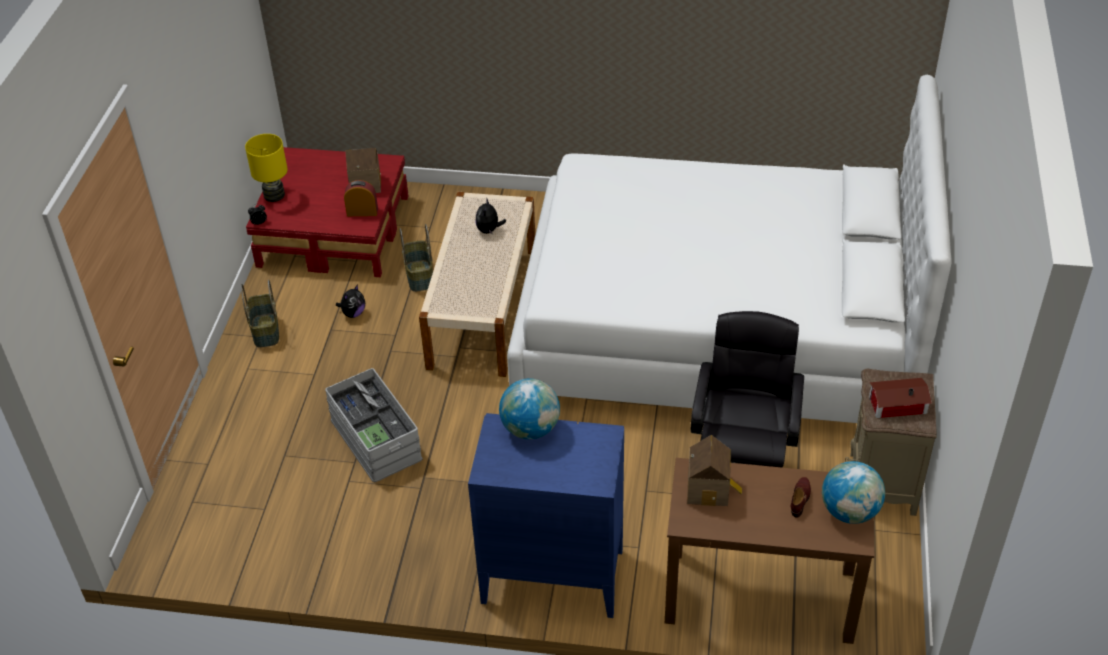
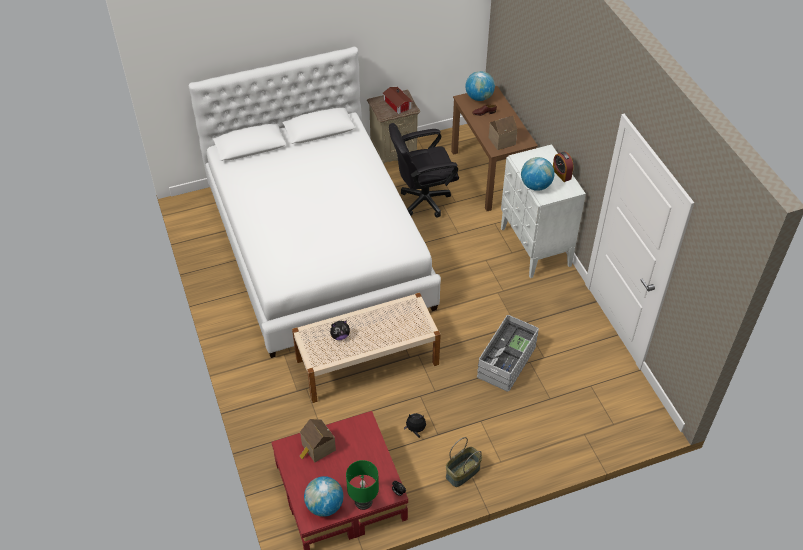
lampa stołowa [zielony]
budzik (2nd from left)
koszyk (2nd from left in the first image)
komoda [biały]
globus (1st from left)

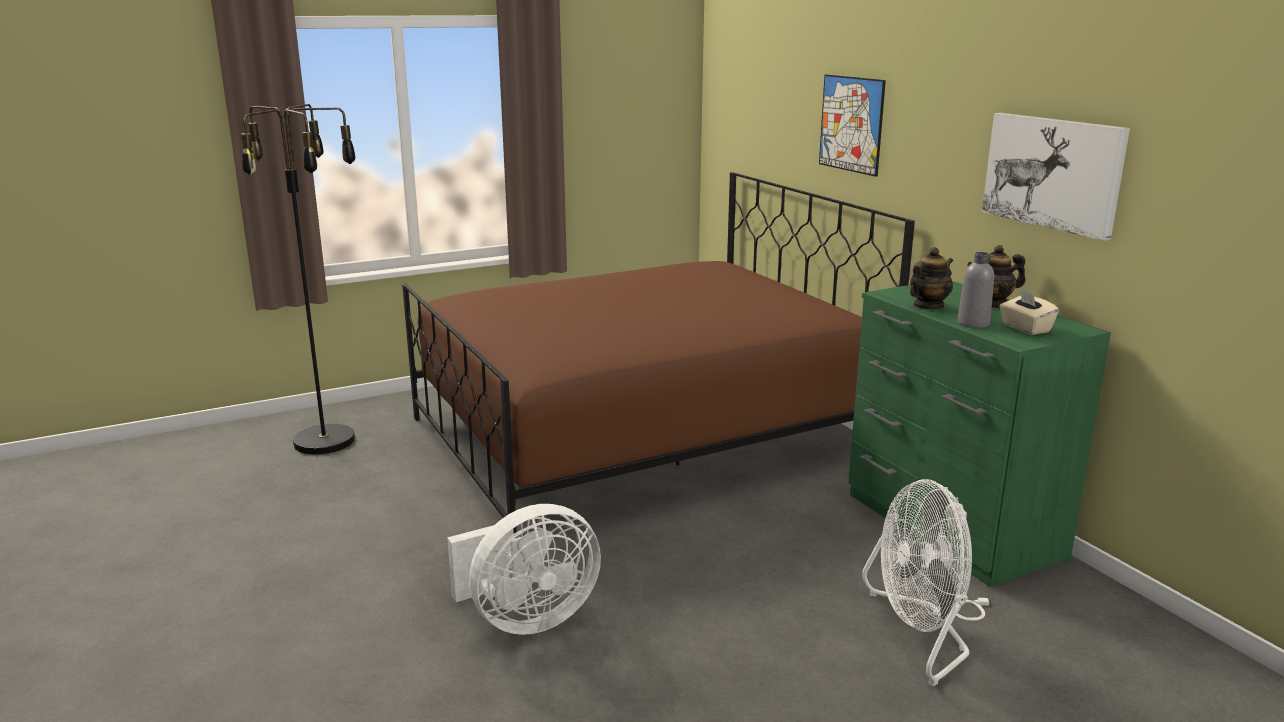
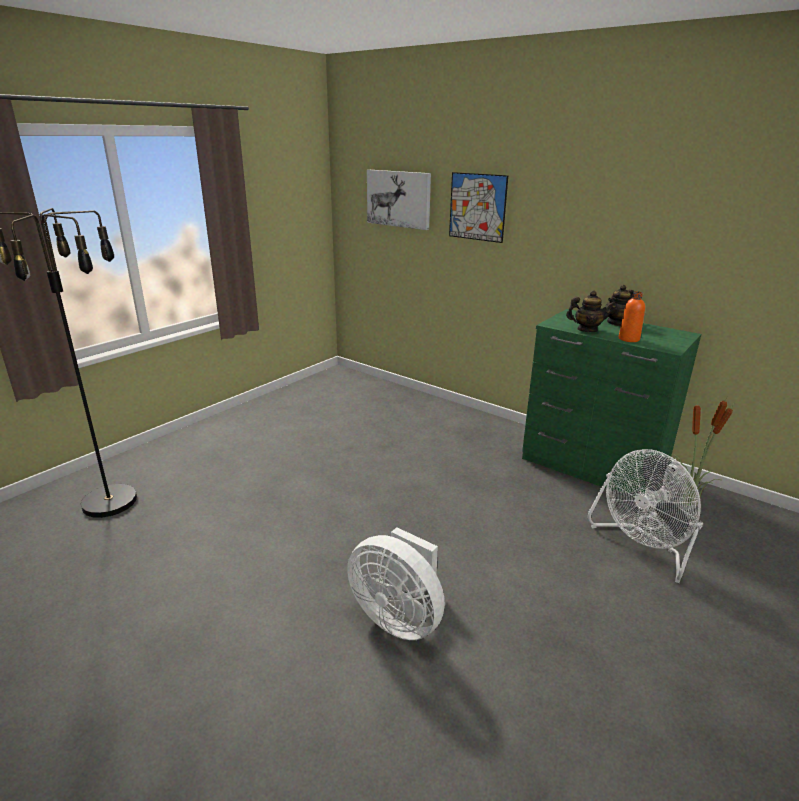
łóżko [brązowy]
wentylator [biały] (1st from left)
imbryk (1st from left)
butelka [pomarańczowy]
obraz (1st from left)
pudełko chusteczek [beżowy]
roślina doniczkowa

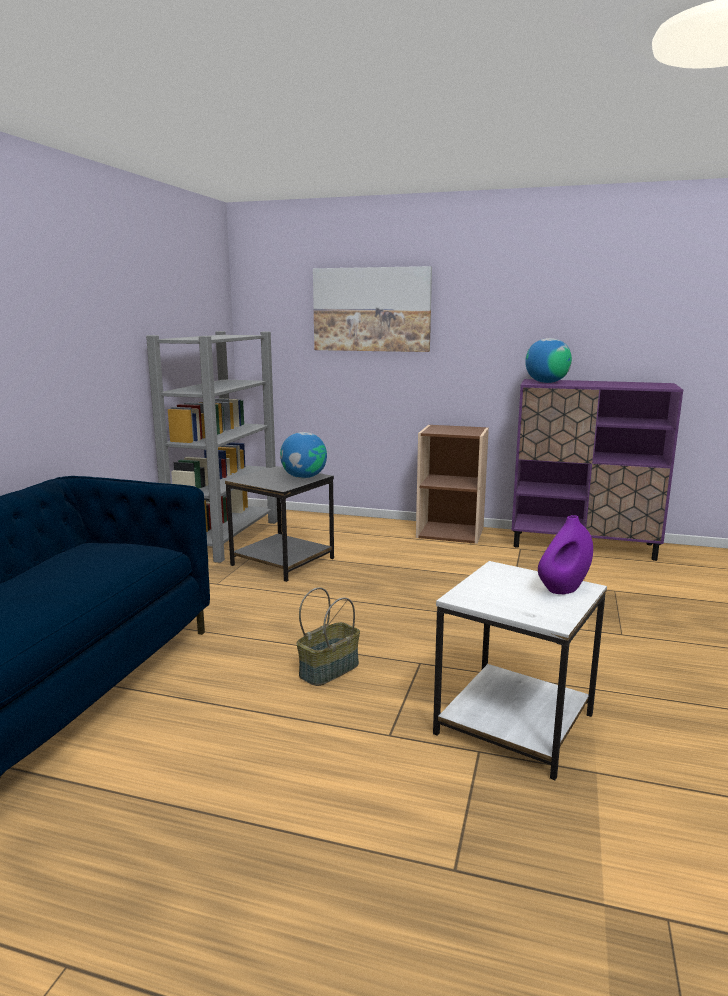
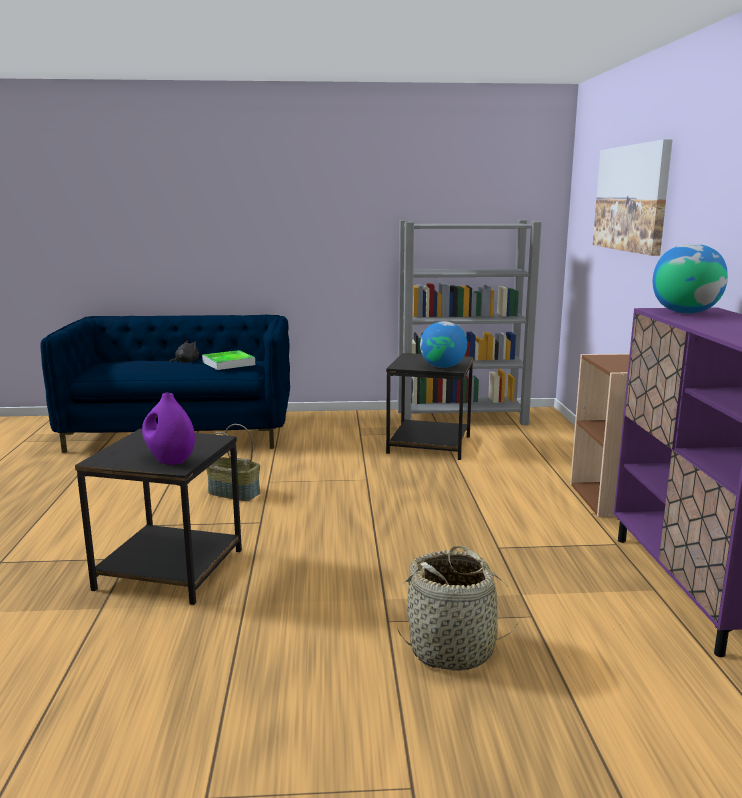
stolik [czarny] (1st from left)
pluszak [czarny]
taca
koszyk (2nd from left)

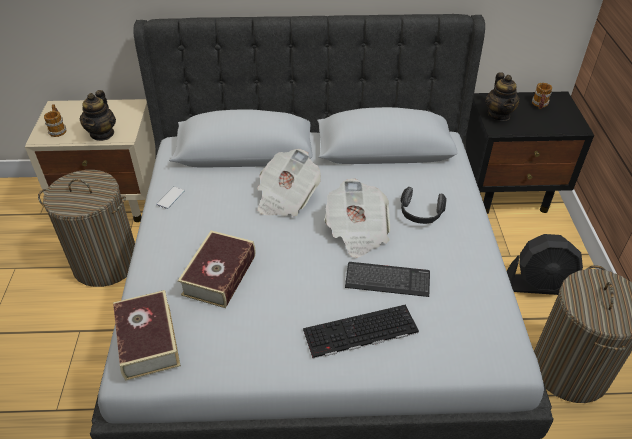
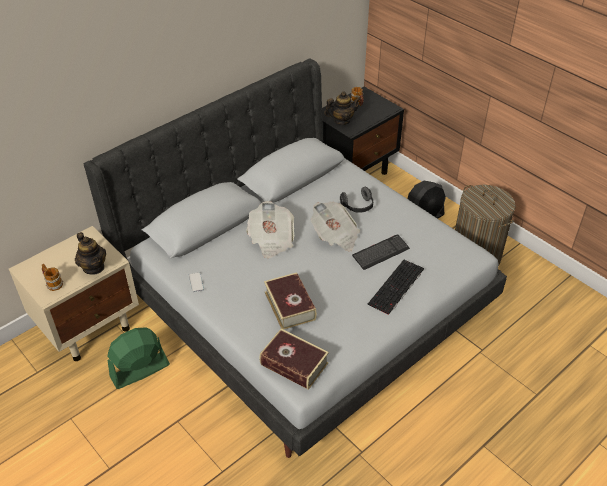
wentylator [zielony]
imbryk (2nd from left)

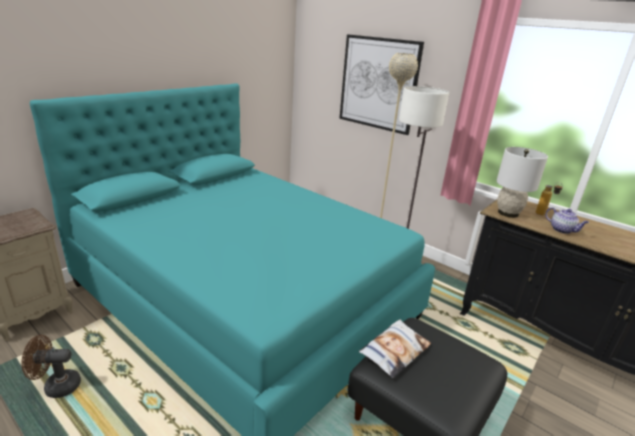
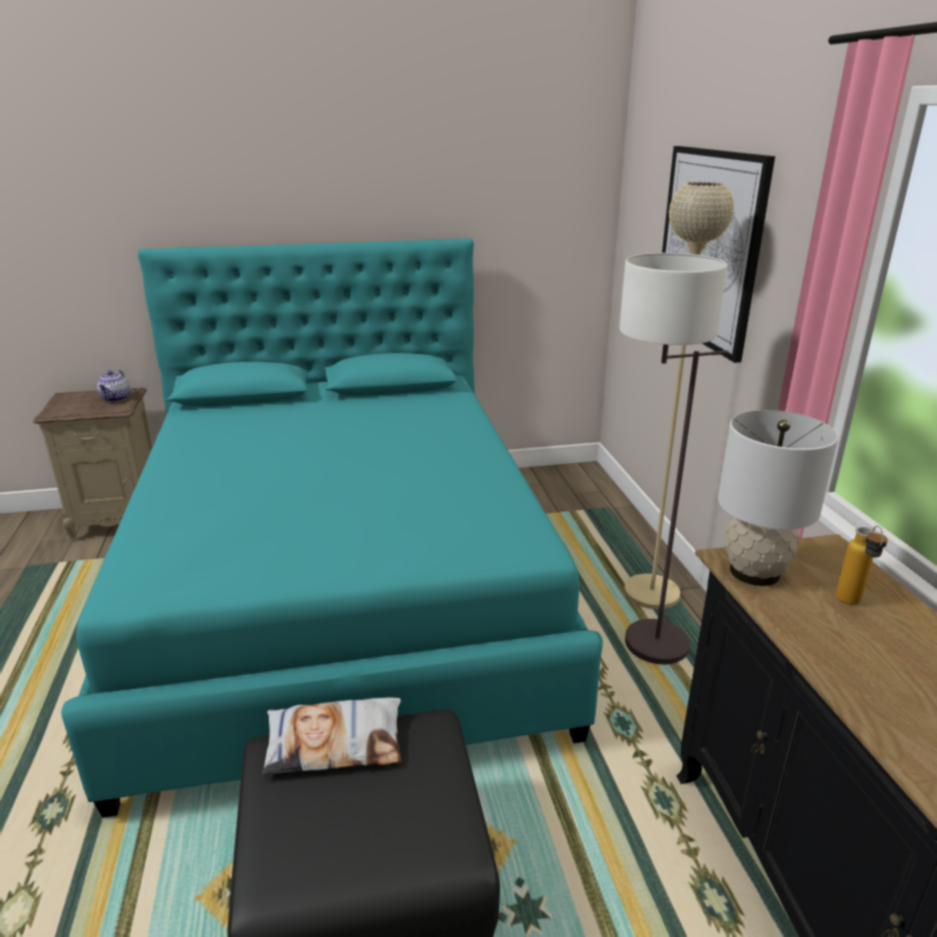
wentylator [brązowy]
imbryk

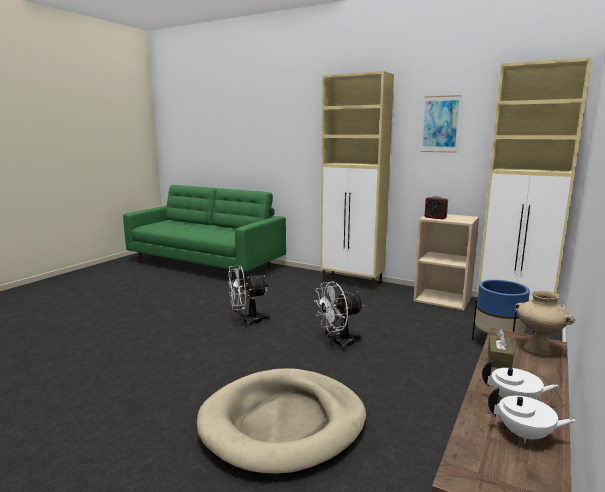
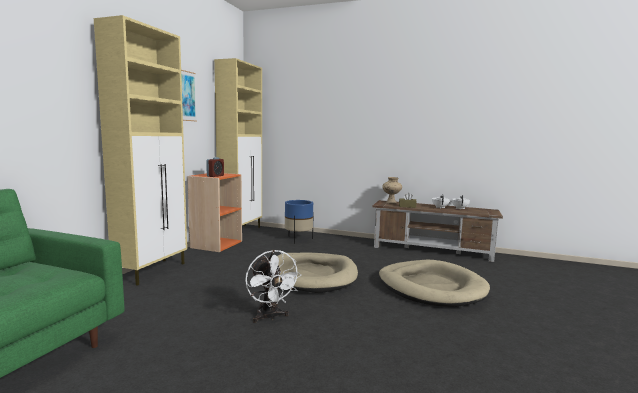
legowisko [beżowy] (1st from left)
regał [pomarańczowy]

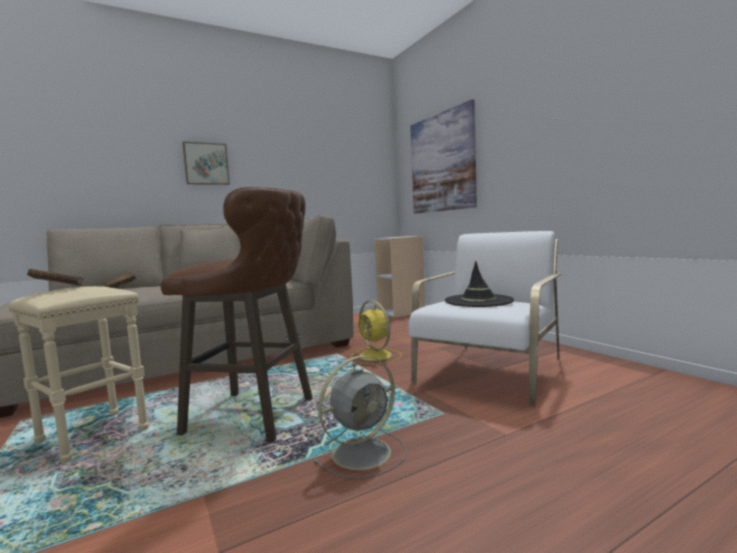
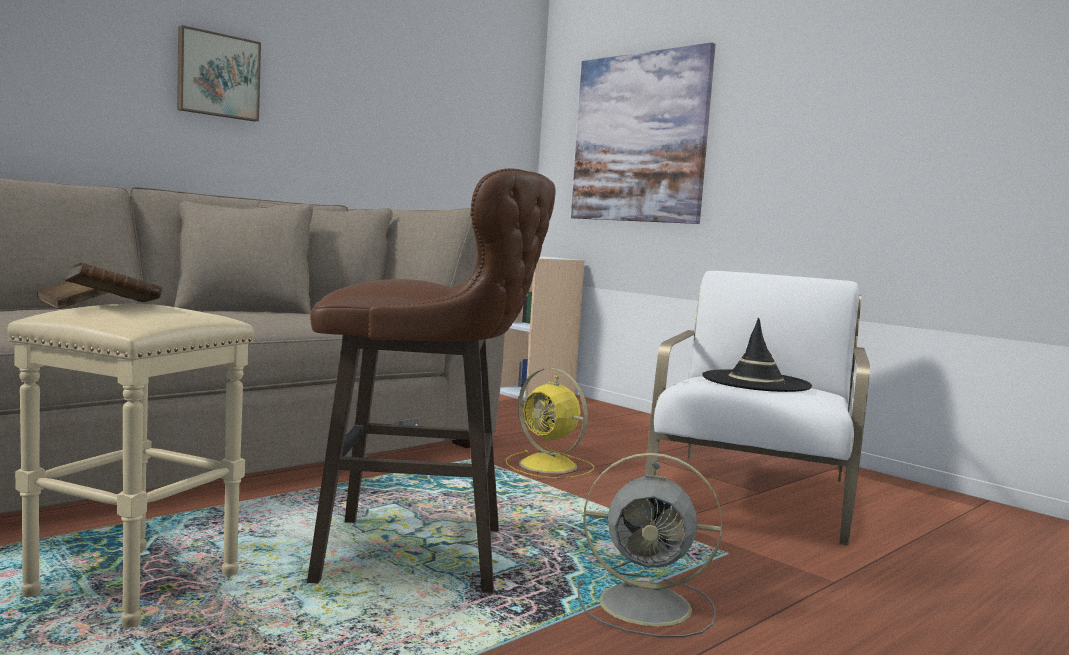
wentylator [szary]

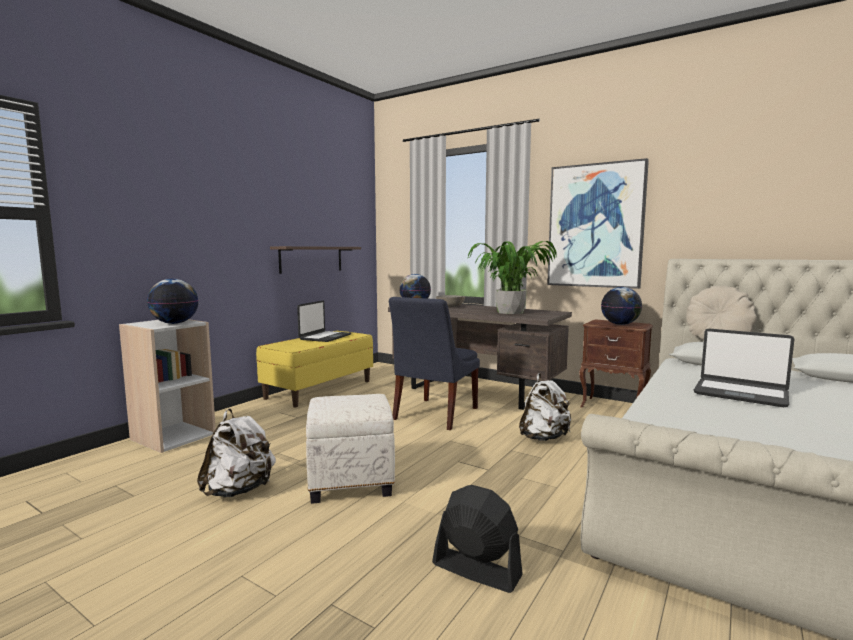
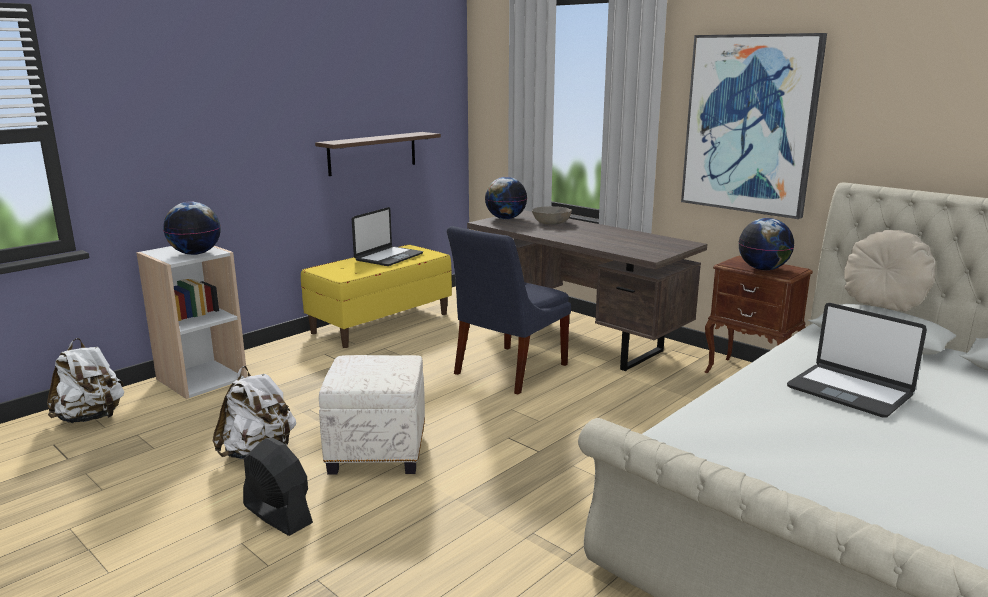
wentylator [czarny]
roślina doniczkowa
plecak [biały] (1st from left)

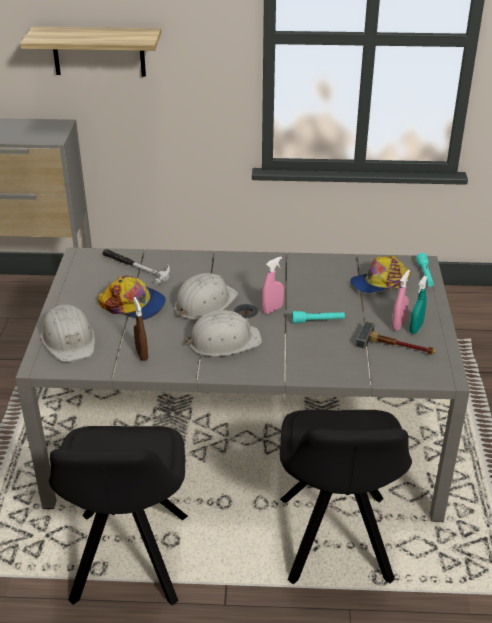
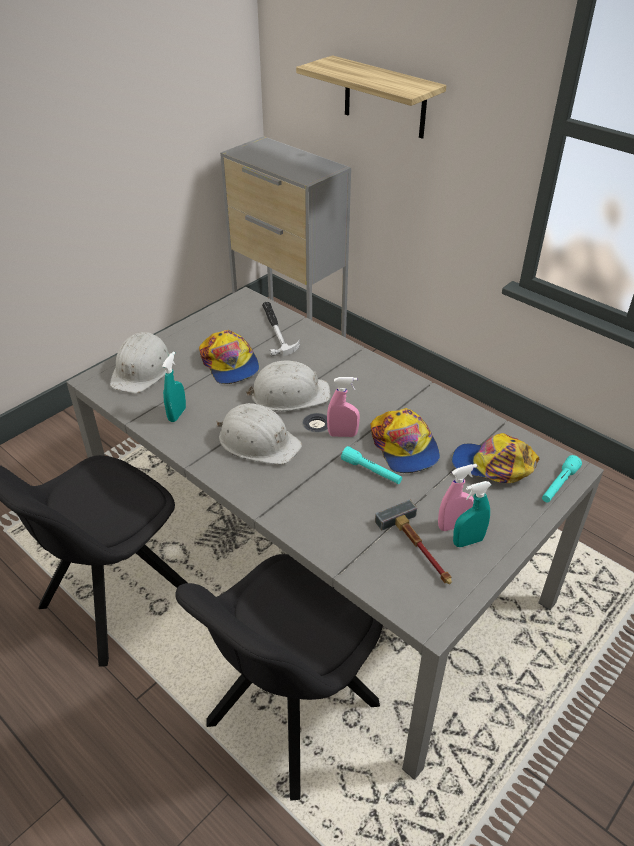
spryskiwacz [turkusowy] (1st from left)
czapka z daszkiem (2nd from left)

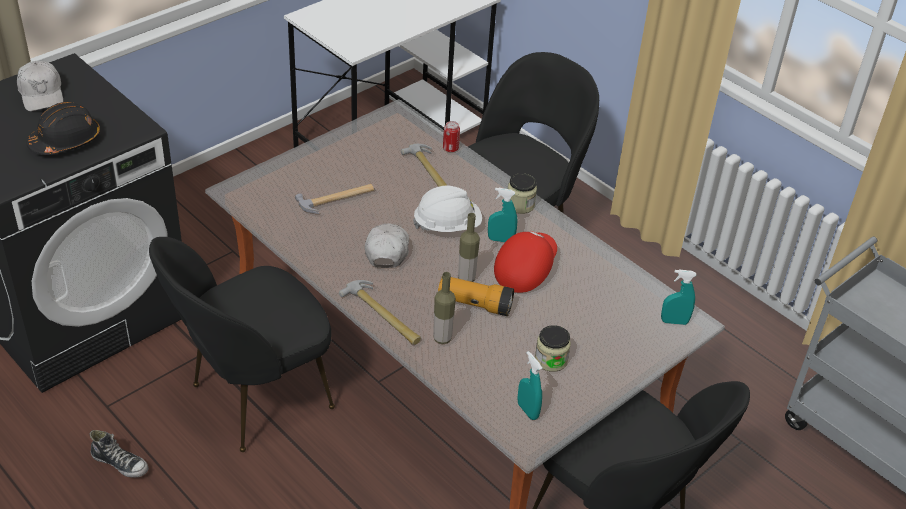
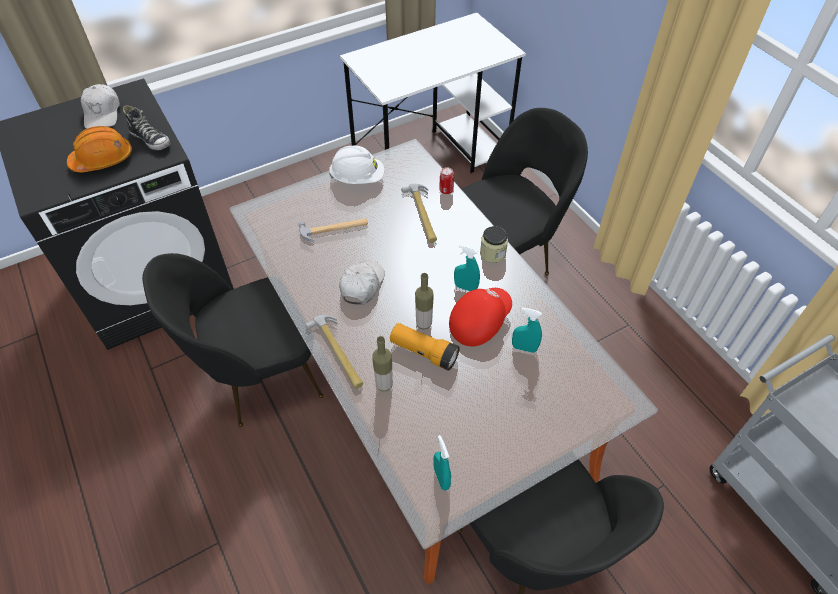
kask [pomarańczowy]
but
kask [biały]
słoik (2nd from left in the first image)
spryskiwacz [turkusowy] (3rd from left)

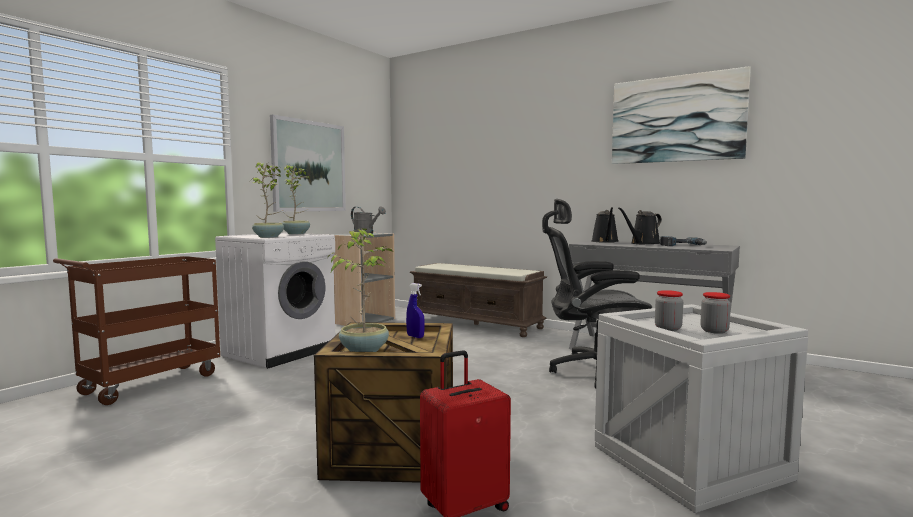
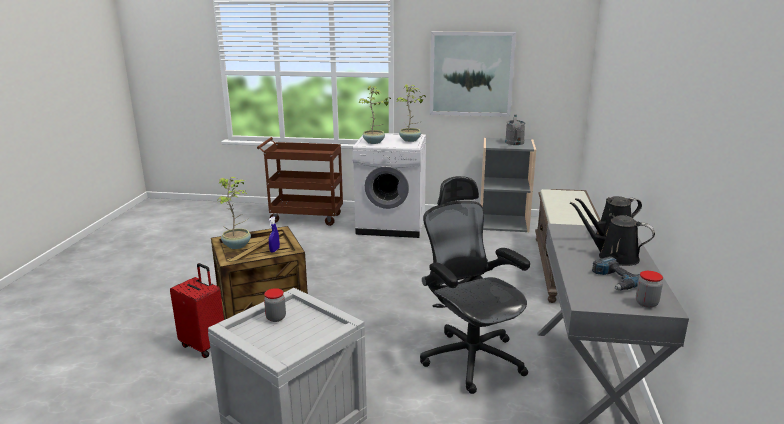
obraz (2nd from left in the first image)
słoik (2nd from left)

